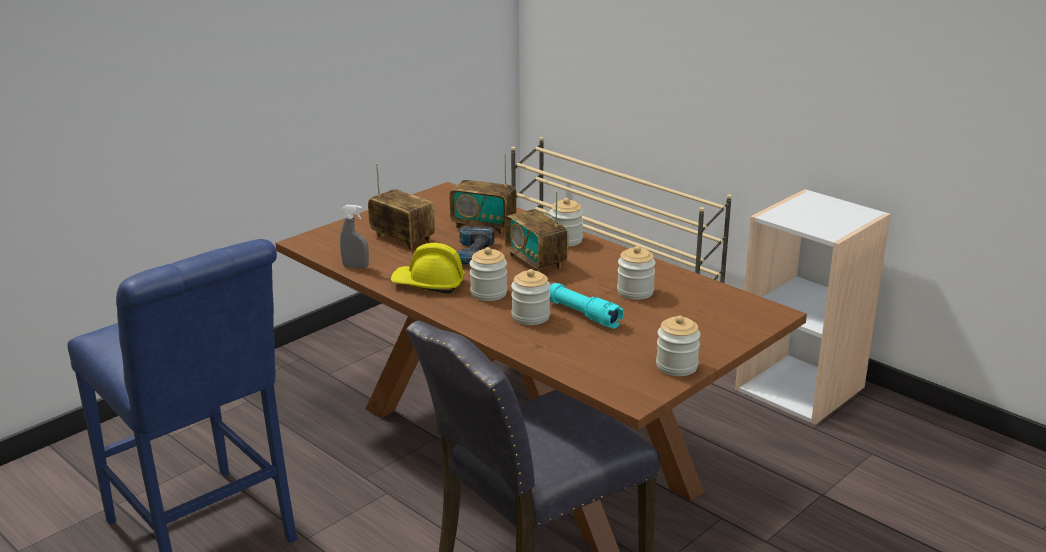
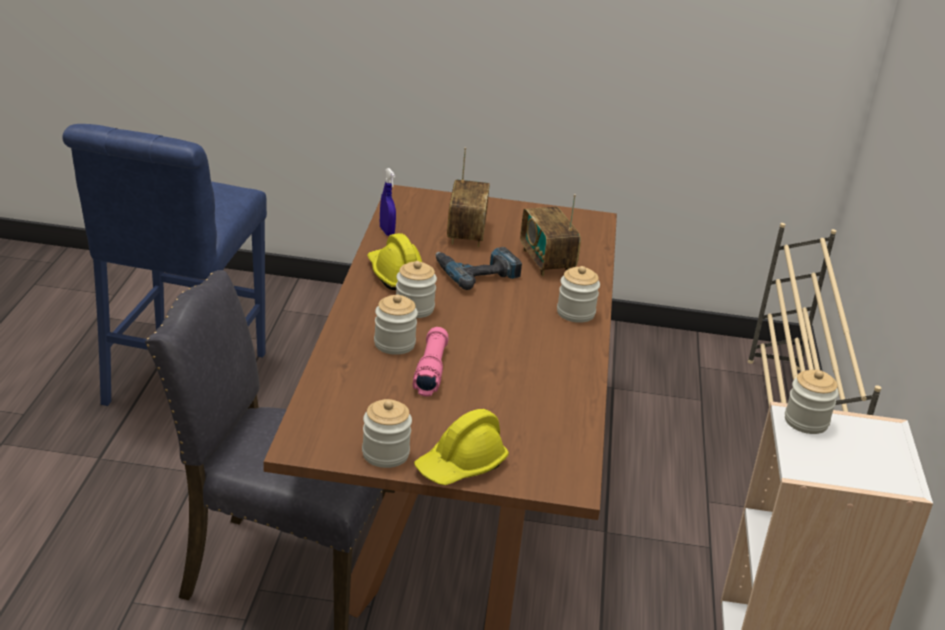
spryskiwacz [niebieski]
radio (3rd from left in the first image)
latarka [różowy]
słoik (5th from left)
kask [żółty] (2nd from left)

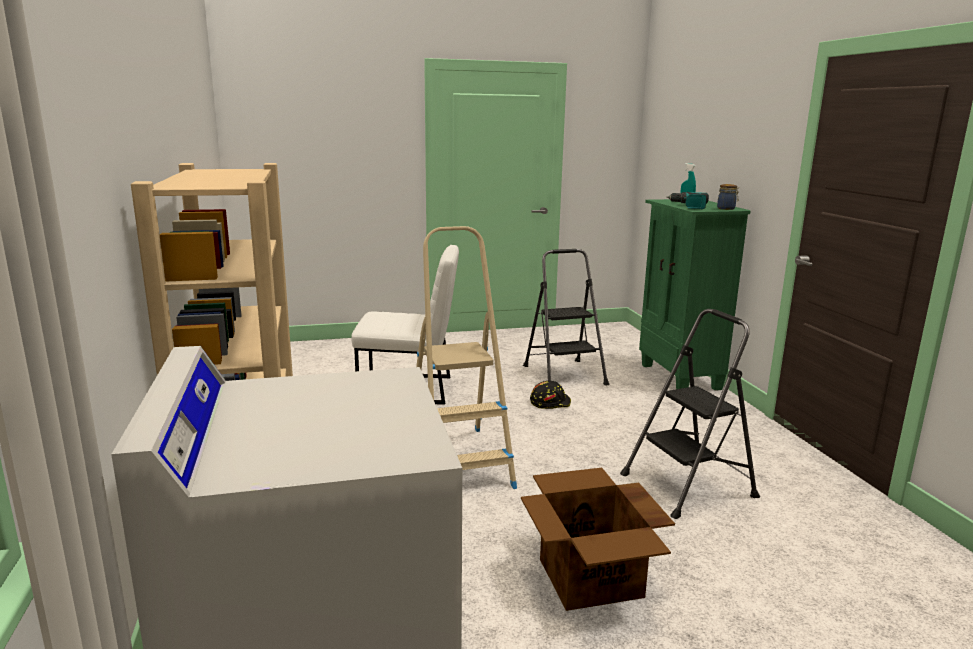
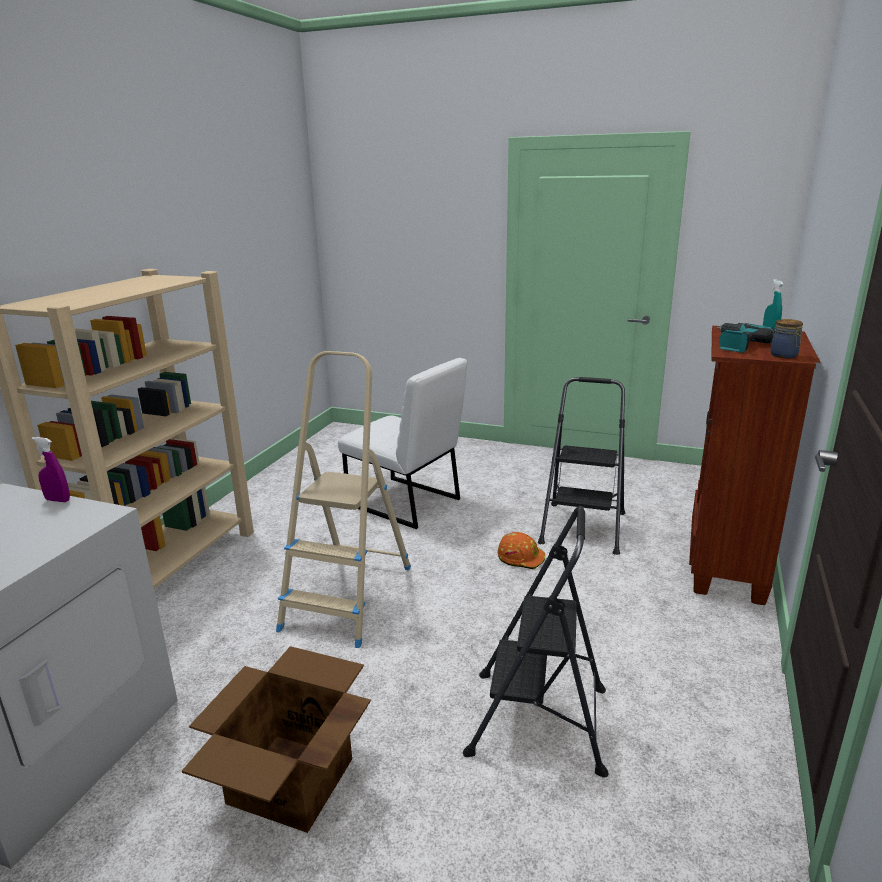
kask [pomarańczowy]
szafka [brązowy]
spryskiwacz [fioletowy]

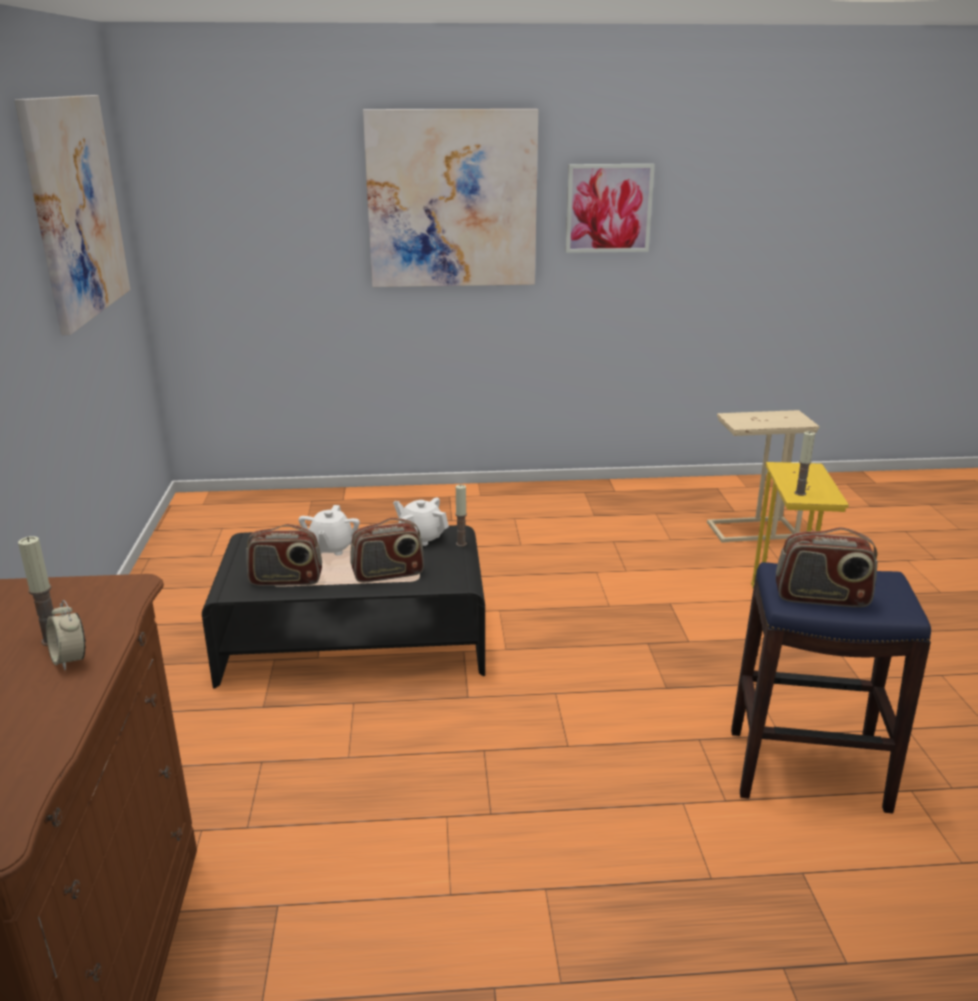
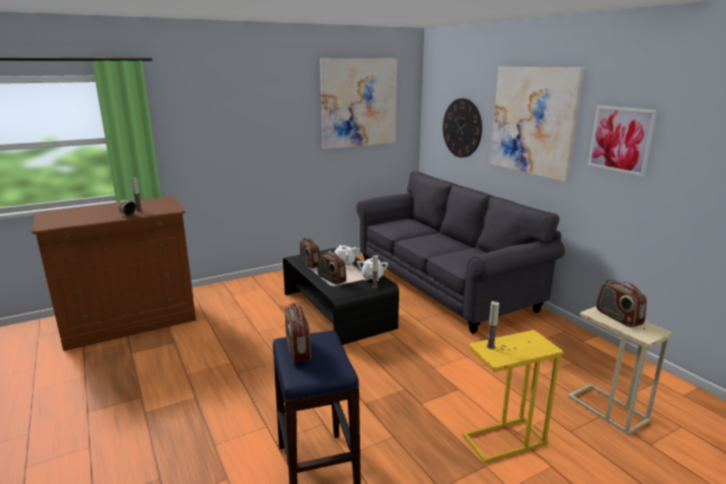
kanapa [szary]
zegar ścienny
radio (4th from left)

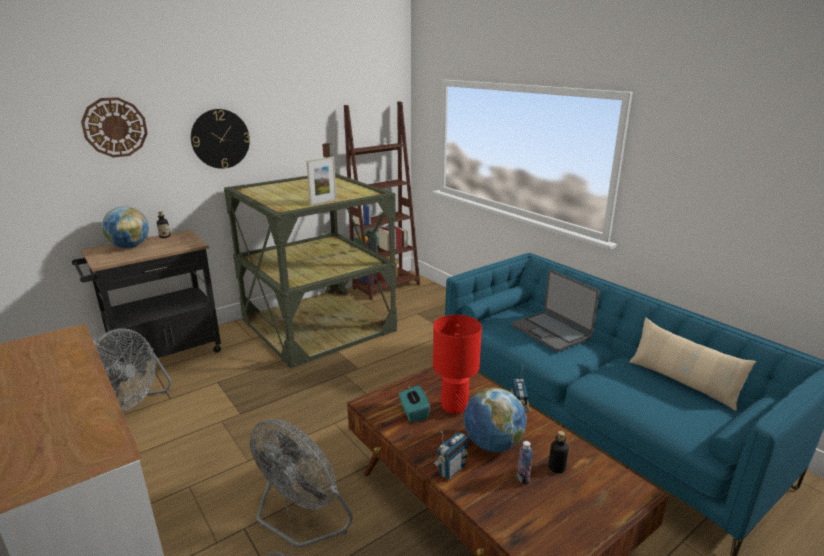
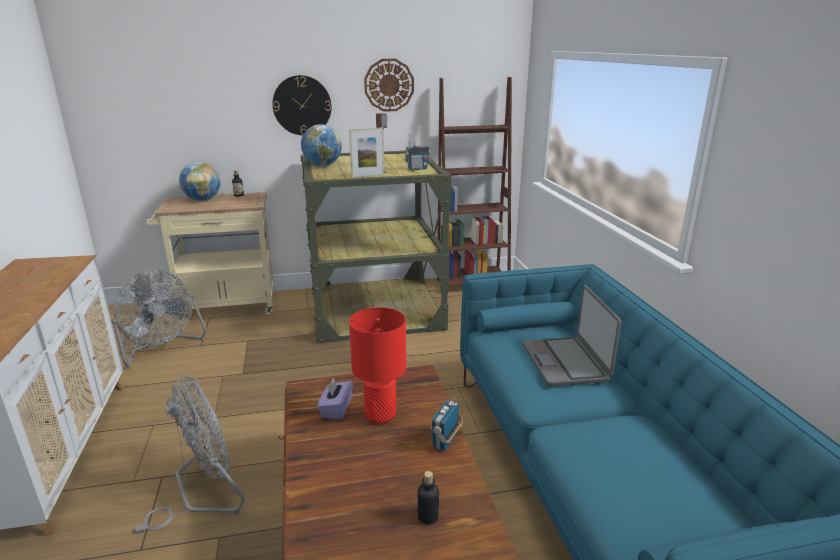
wózek [beżowy]
zegar ścienny (2nd from left)
pudełko chusteczek [fioletowy]
radio (1st from left)
globus (2nd from left)
butelka (2nd from left in the first image)
poduszka [beżowy]

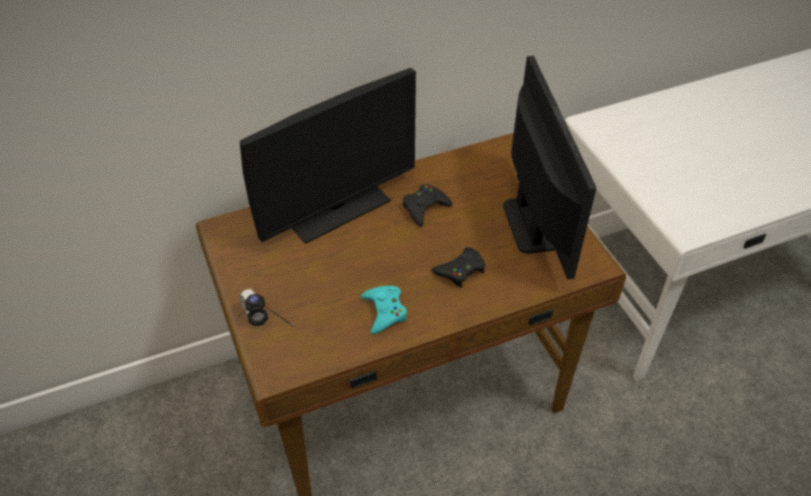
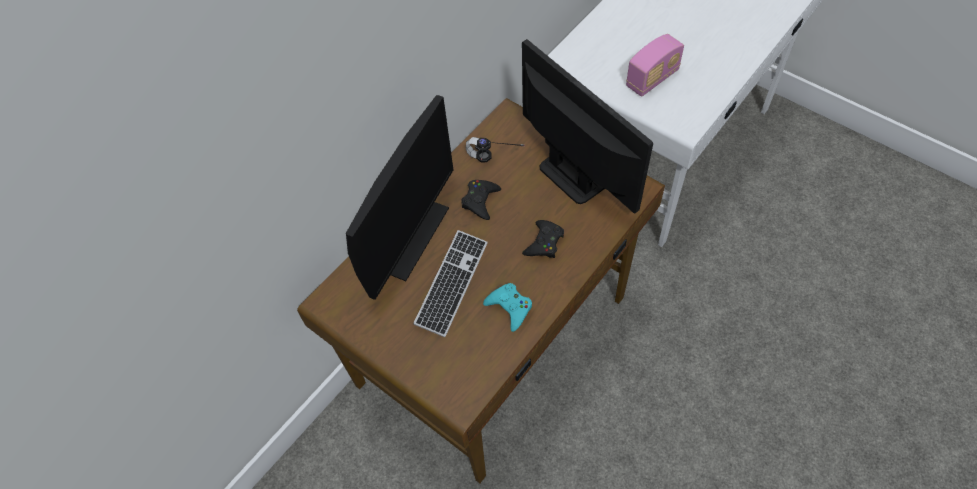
słuchawki
klawiatura
radio

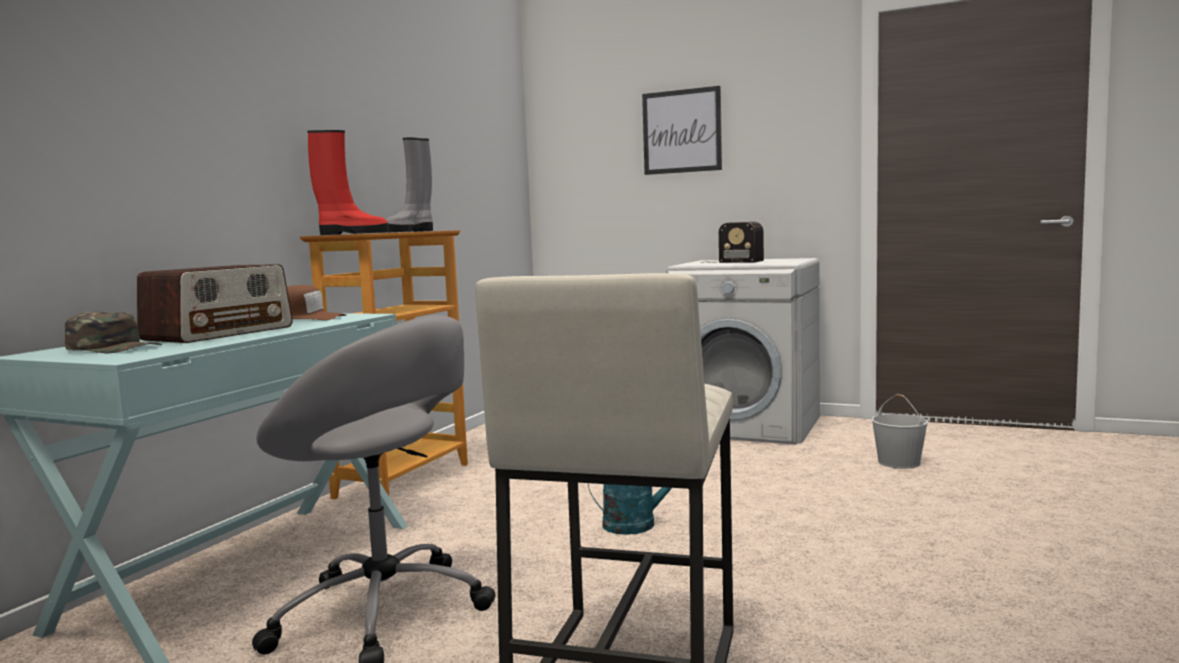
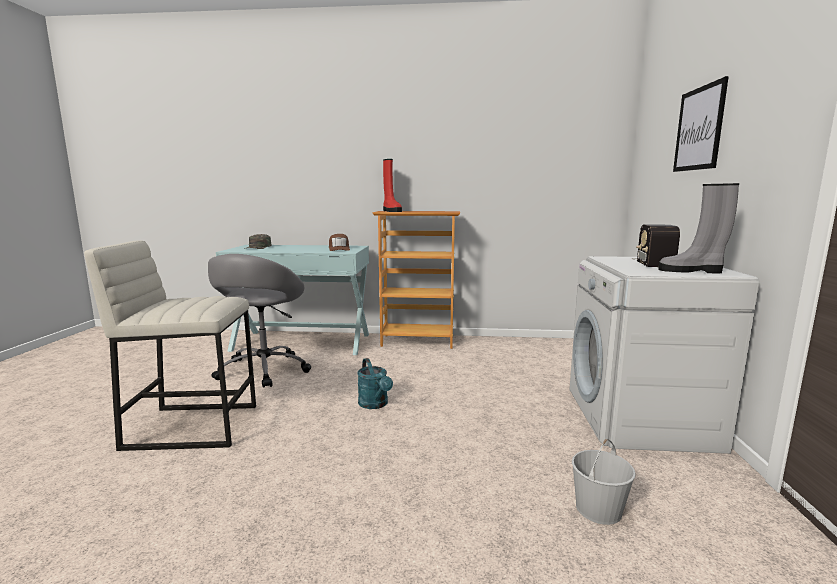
radio (1st from left in the first image)
but z cholewką [szary]

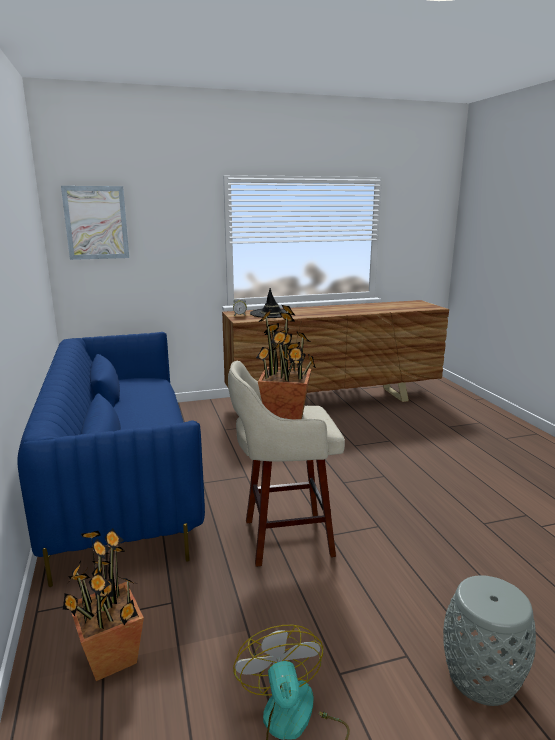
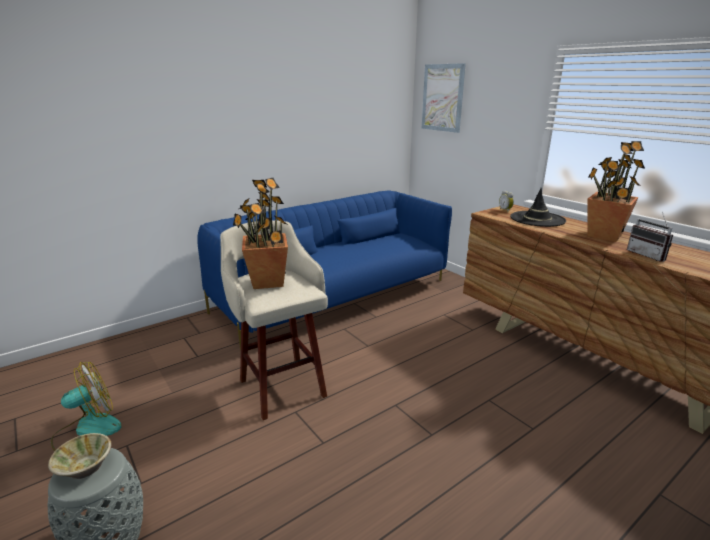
roślina doniczkowa (2nd from left)
miska [beżowy]
radio

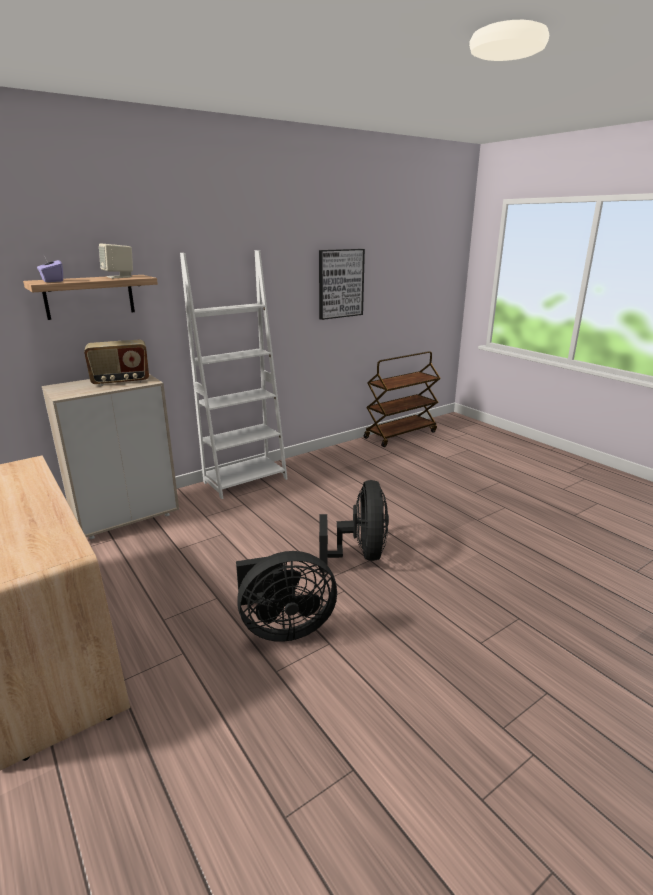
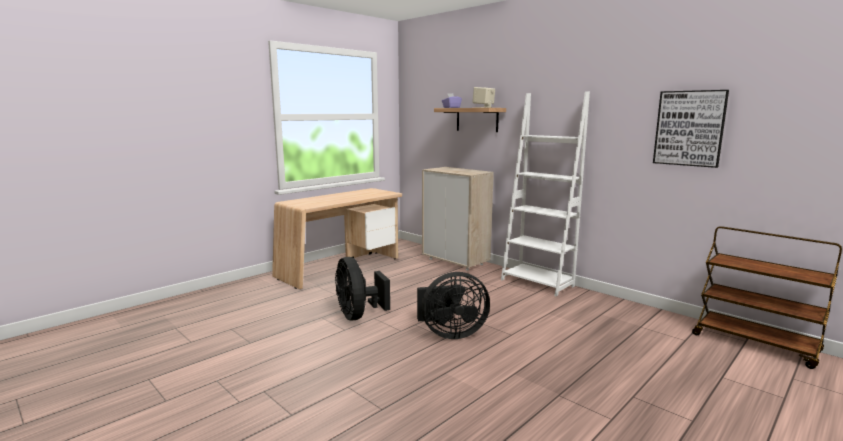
radio

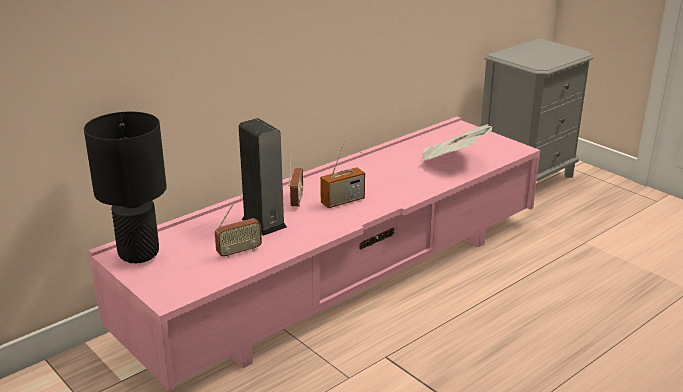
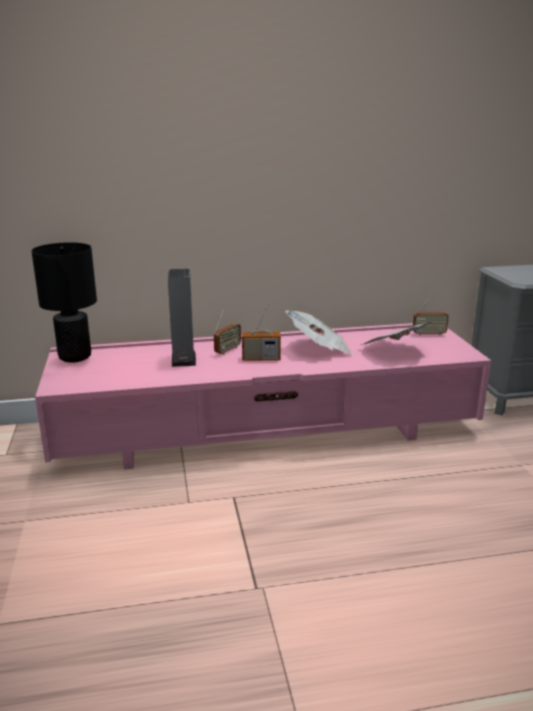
radio (3rd from left)
gazeta (1st from left)

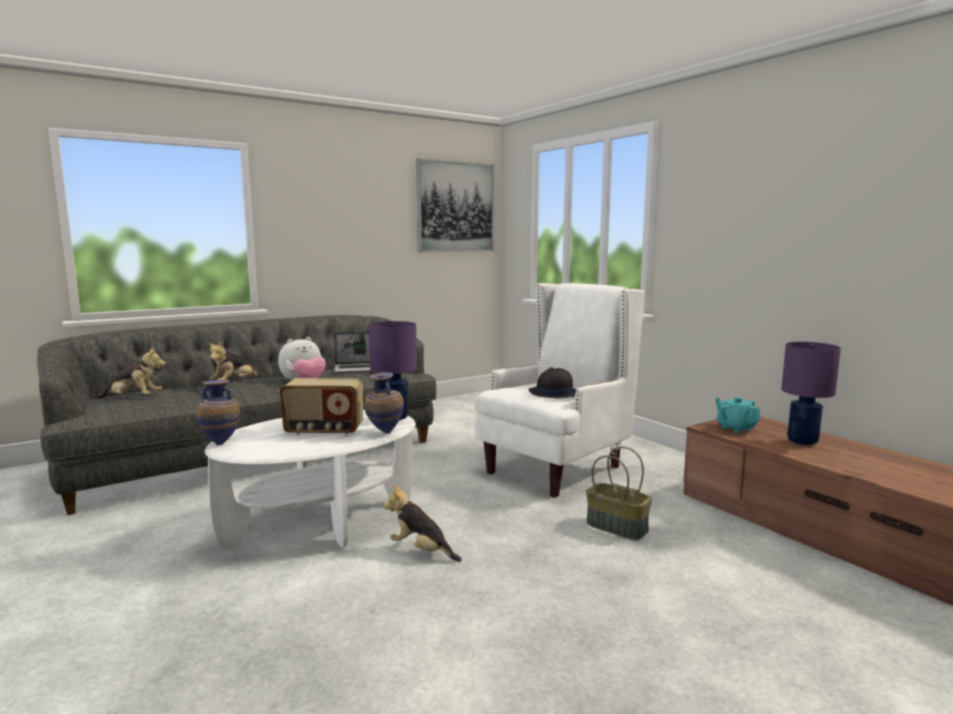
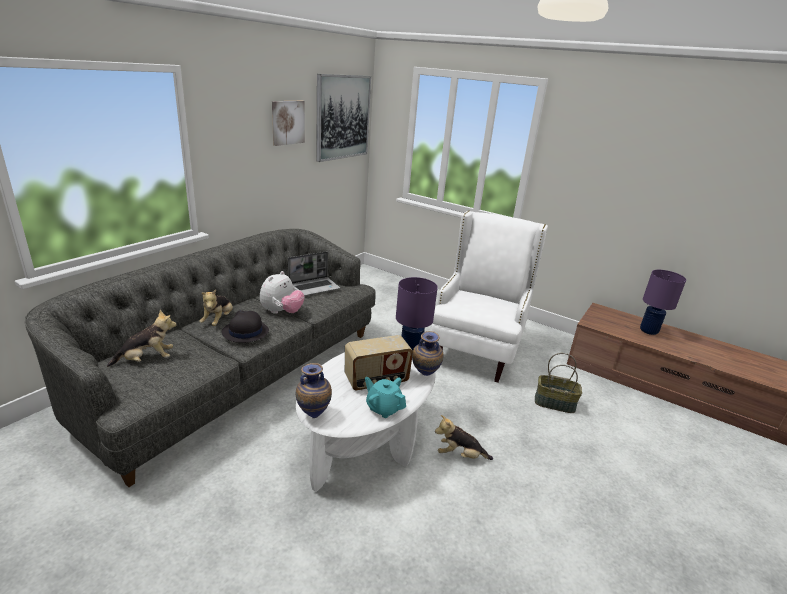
kapelusz [czarny]
imbryk [turkusowy]
obraz (1st from left)

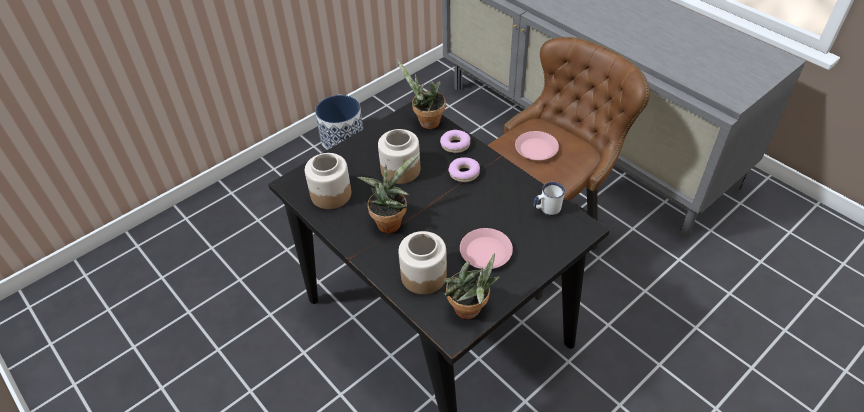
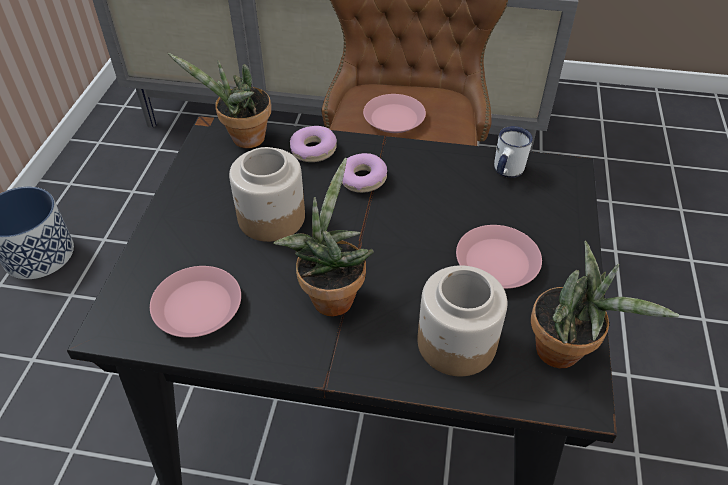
talerz [różowy] (1st from left)

